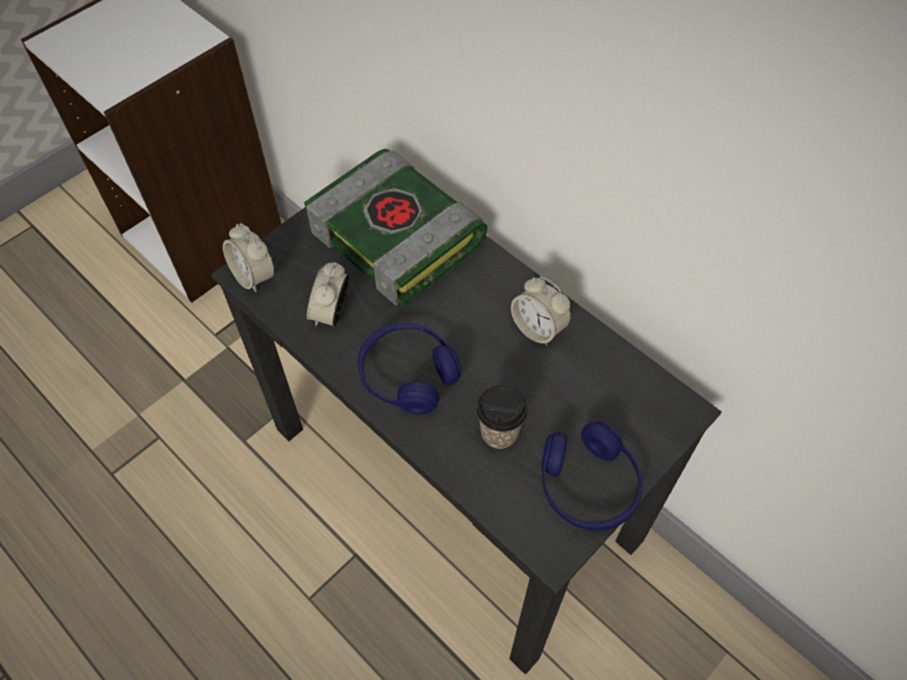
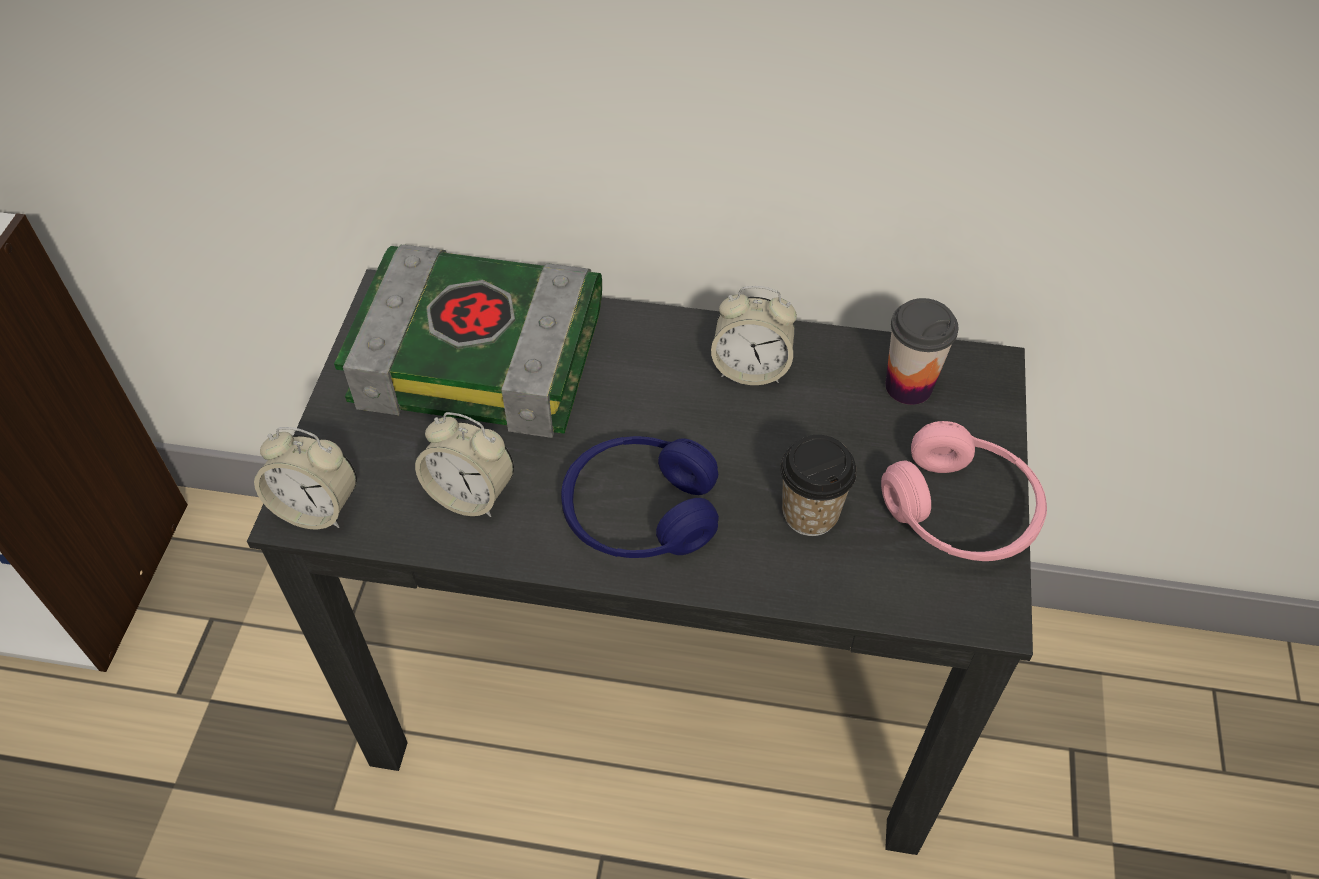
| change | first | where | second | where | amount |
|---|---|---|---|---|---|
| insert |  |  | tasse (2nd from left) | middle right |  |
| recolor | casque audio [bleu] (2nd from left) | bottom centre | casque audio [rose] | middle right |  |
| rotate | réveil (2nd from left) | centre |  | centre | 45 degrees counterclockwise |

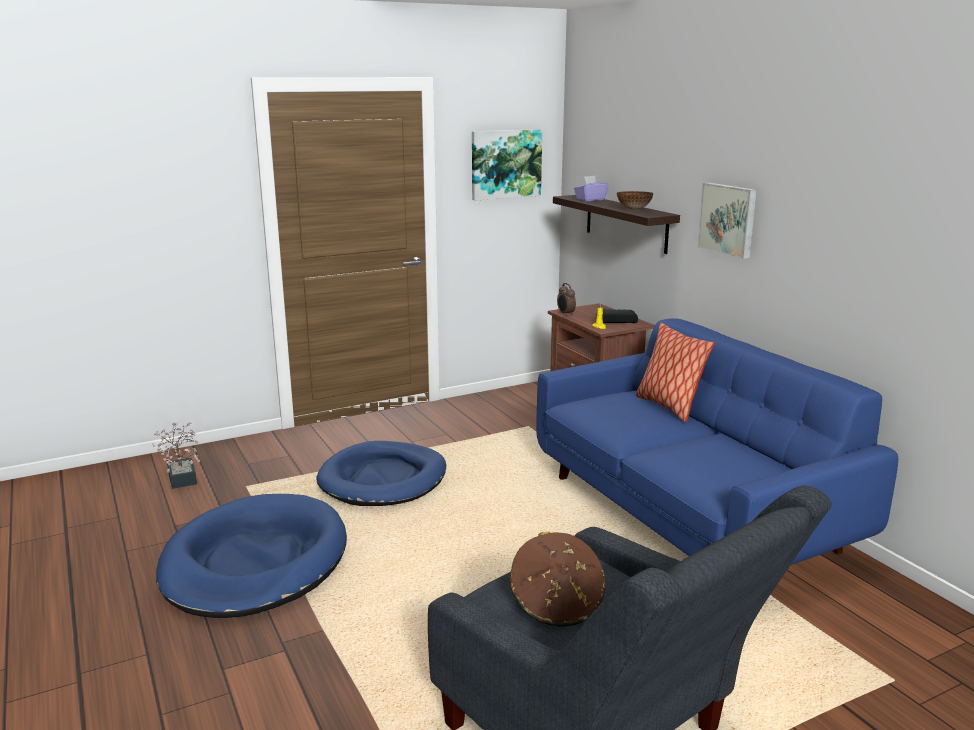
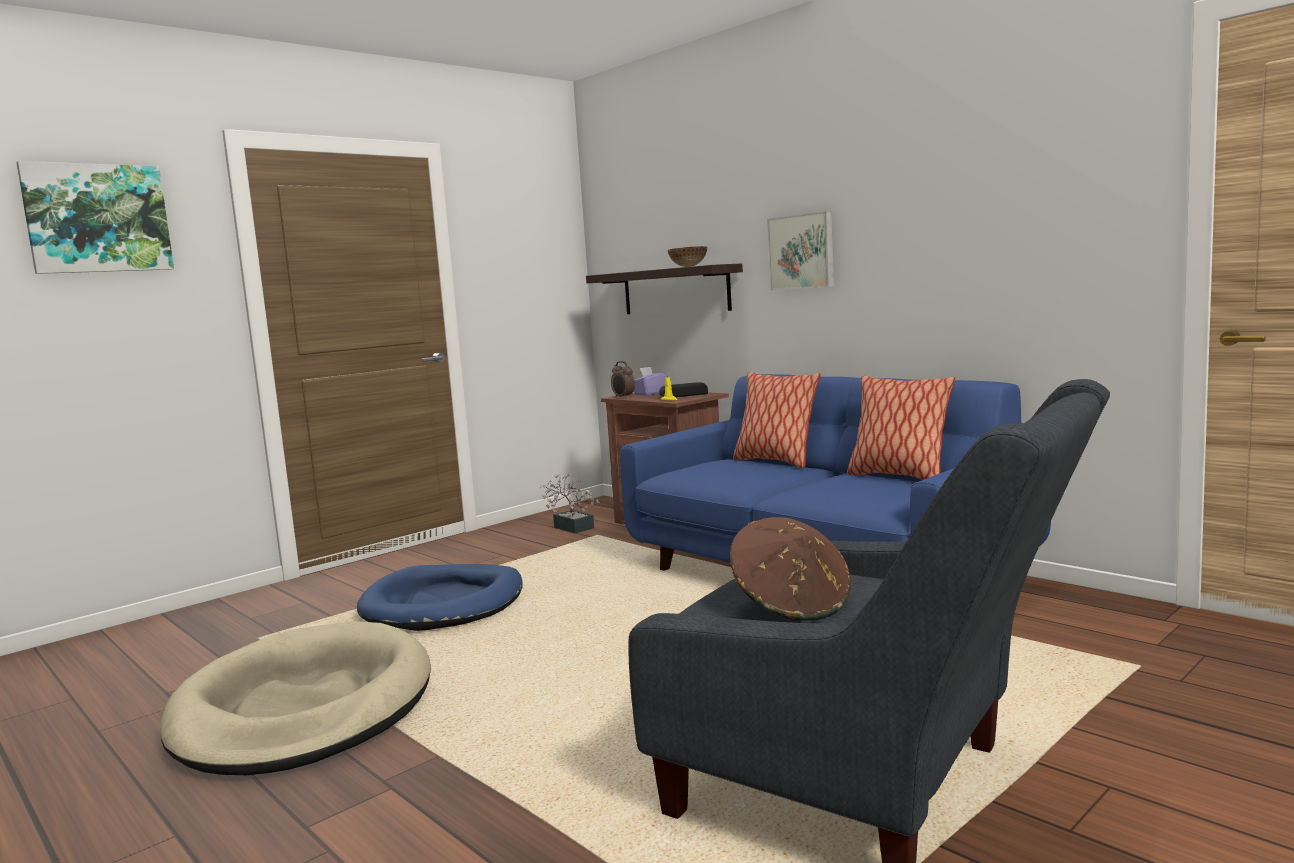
| change | first | where | second | where | amount |
|---|---|---|---|---|---|
| insert |  |  | coussin (2nd from left) | middle right |  |
| move | plante en pot | middle left |  | centre |  |
| move | tableau (1st from left) | top centre |  | top left |  |
| move | boîte à mouchoirs [violet] | top centre |  | centre |  |
| recolor | panier pour chien [bleu] (1st from left) | bottom left | panier pour chien [beige] | bottom left |  |

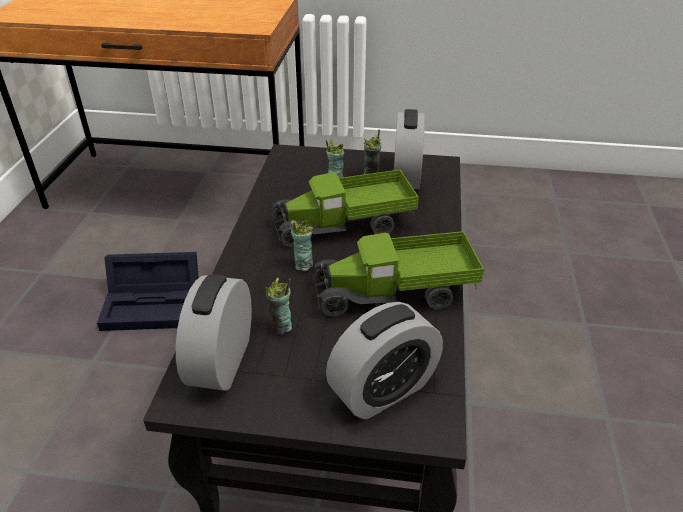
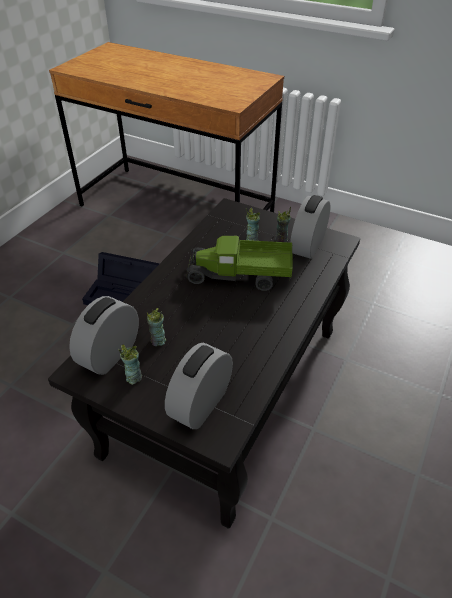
| change | first | where | second | where | amount |
|---|---|---|---|---|---|
| delete | camion jouet (2nd from left) | centre |  |  |  |
| move | tasse (2nd from left in the first image) | centre | tasse (1st from left) | middle left |  |
| rotate | réveil (2nd from left) | bottom centre |  | centre | 135 degrees clockwise |

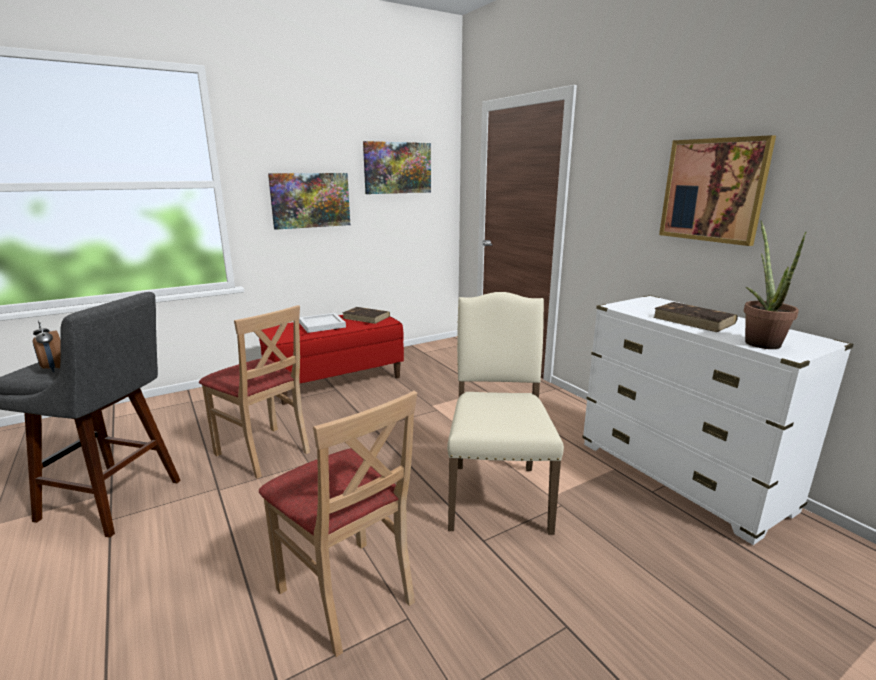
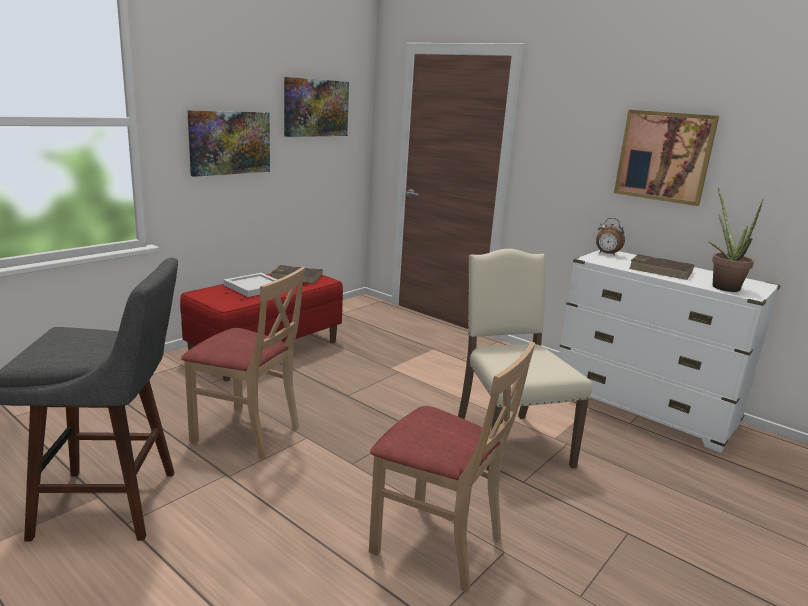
| change | first | where | second | where | amount |
|---|---|---|---|---|---|
| move | réveil | middle left |  | middle right |  |

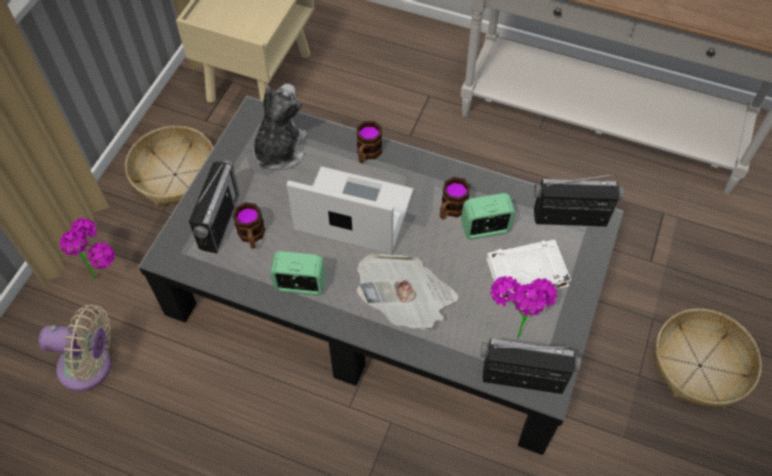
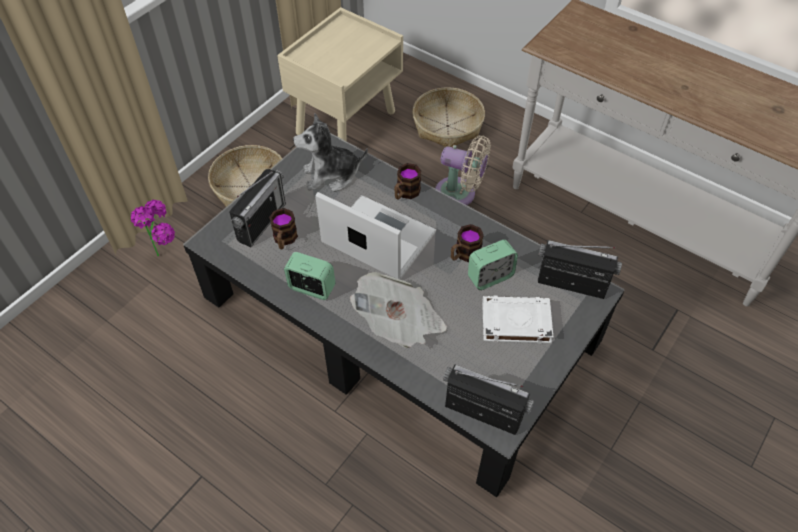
| change | first | where | second | where | amount |
|---|---|---|---|---|---|
| delete | plante en pot (2nd from left) | middle right |  |  |  |
| move | ventilateur [beige] | bottom left |  | top centre |  |
| move | panier (2nd from left) | bottom right |  | top centre |  |
| rotate | peluche | top centre |  | top centre | 135 degrees counterclockwise |
| rotate | réveil (2nd from left) | centre |  | centre | 150 degrees clockwise |

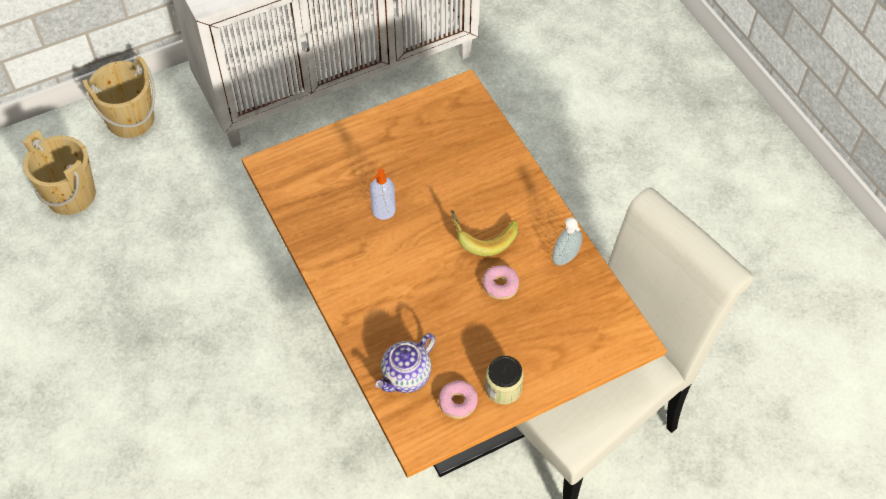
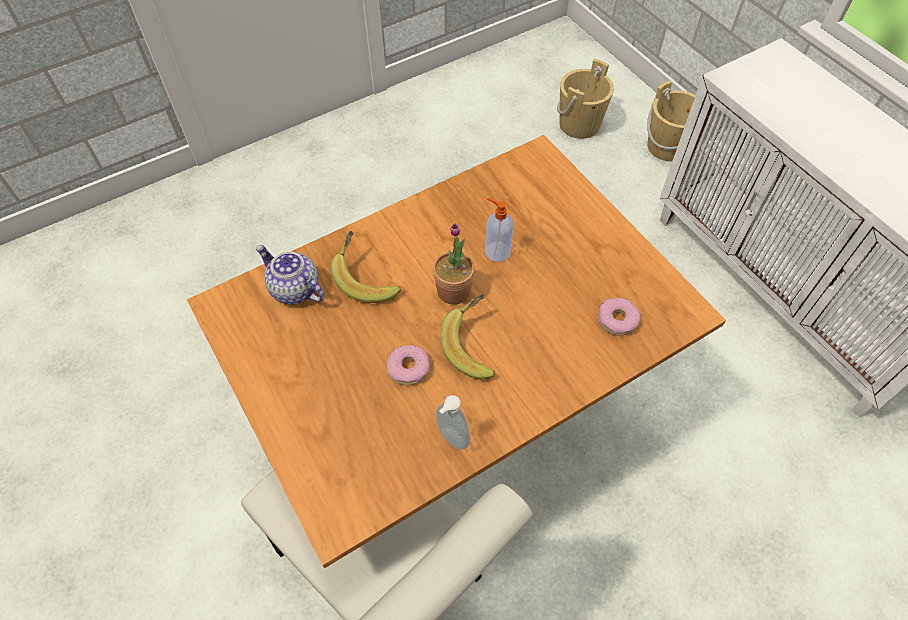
| change | first | where | second | where | amount |
|---|---|---|---|---|---|
| delete | bocal | bottom centre |  |  |  |
| insert |  |  | banane (1st from left) | centre |  |
| insert |  |  | plante en pot | centre |  |
| move | beignet (1st from left in the first image) | bottom centre | beignet (2nd from left) | middle right |  |

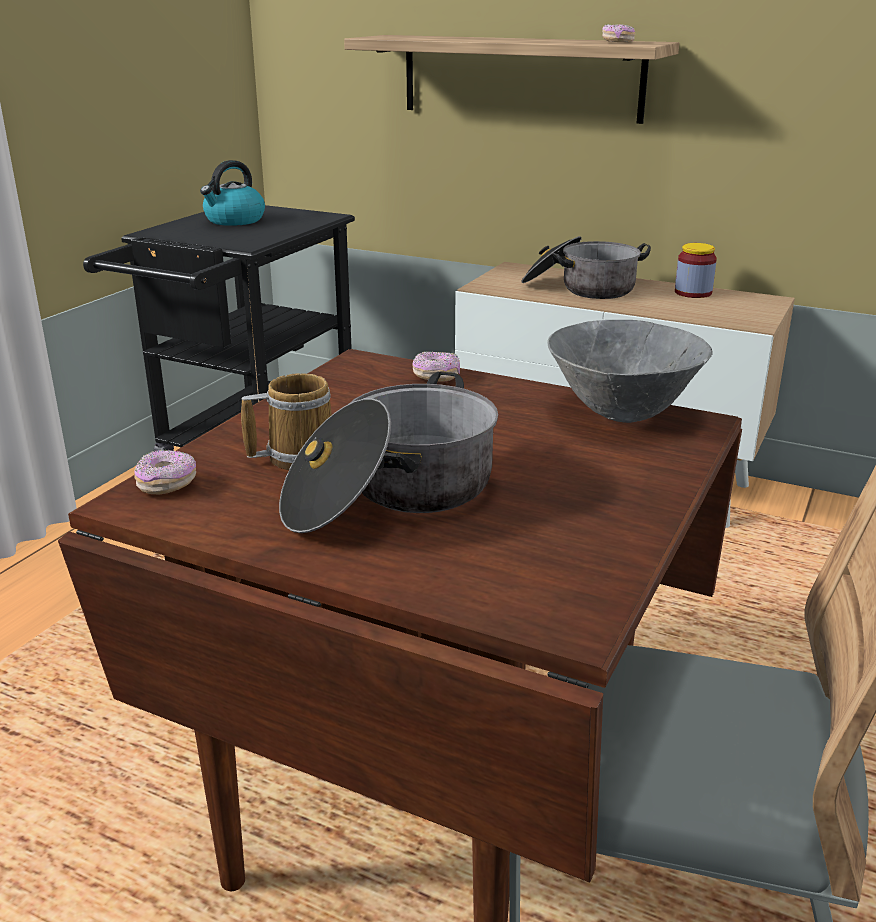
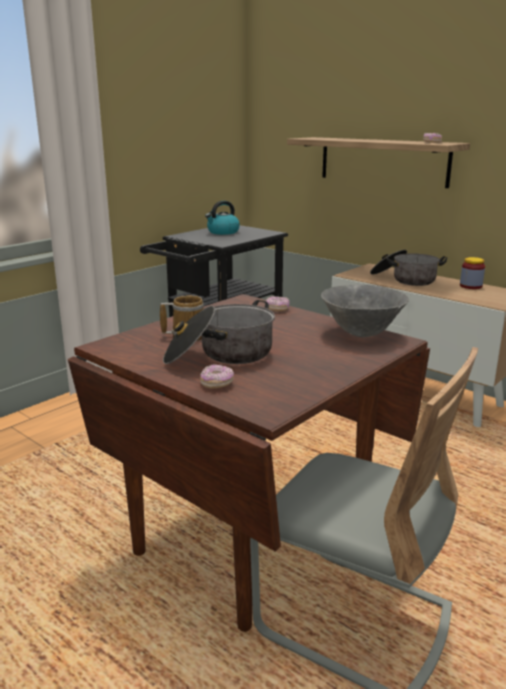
| change | first | where | second | where | amount |
|---|---|---|---|---|---|
| move | beignet (1st from left) | middle left |  | centre |  |

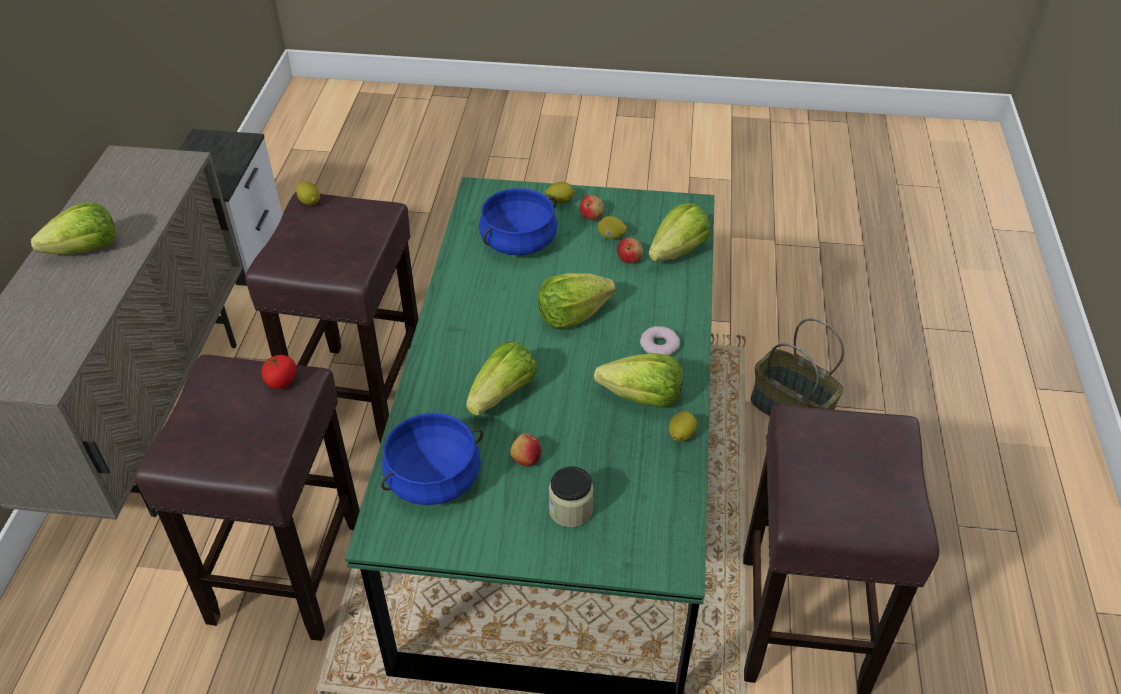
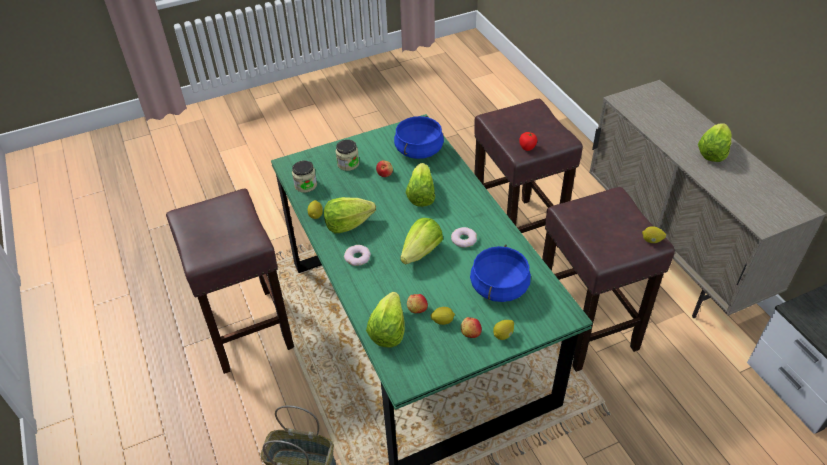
| change | first | where | second | where | amount |
|---|---|---|---|---|---|
| insert |  |  | bocal (1st from left) | centre |  |
| insert |  |  | beignet (2nd from left) | centre |  |

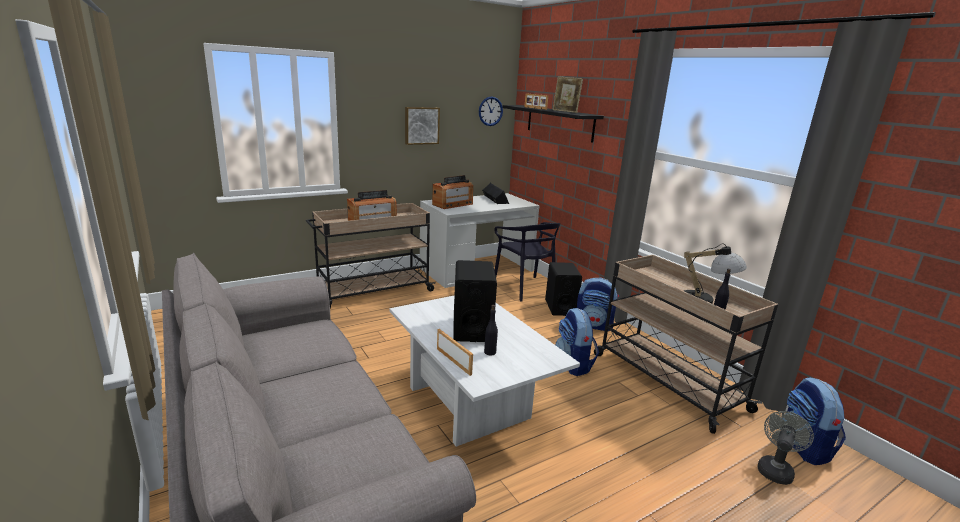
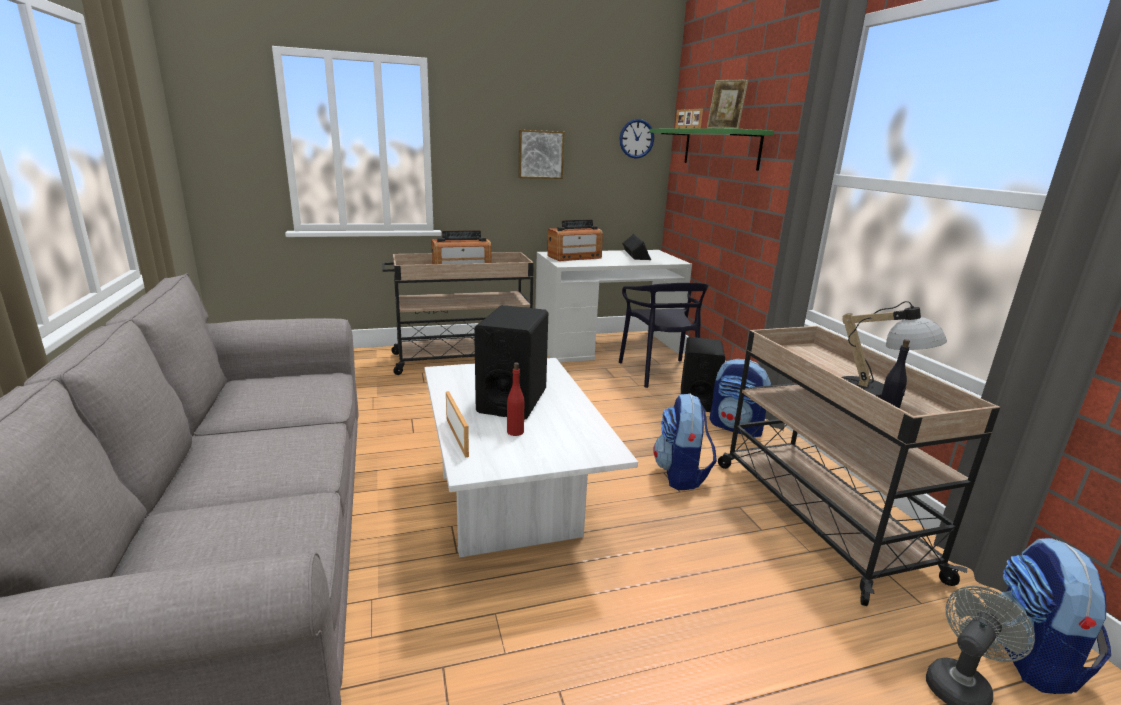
| change | first | where | second | where | amount |
|---|---|---|---|---|---|
| recolor | bouteille [noir] (1st from left) | centre | bouteille [rouge] | centre |  |
| recolor | étagère [noir] | top centre | étagère [vert] | top centre |  |

